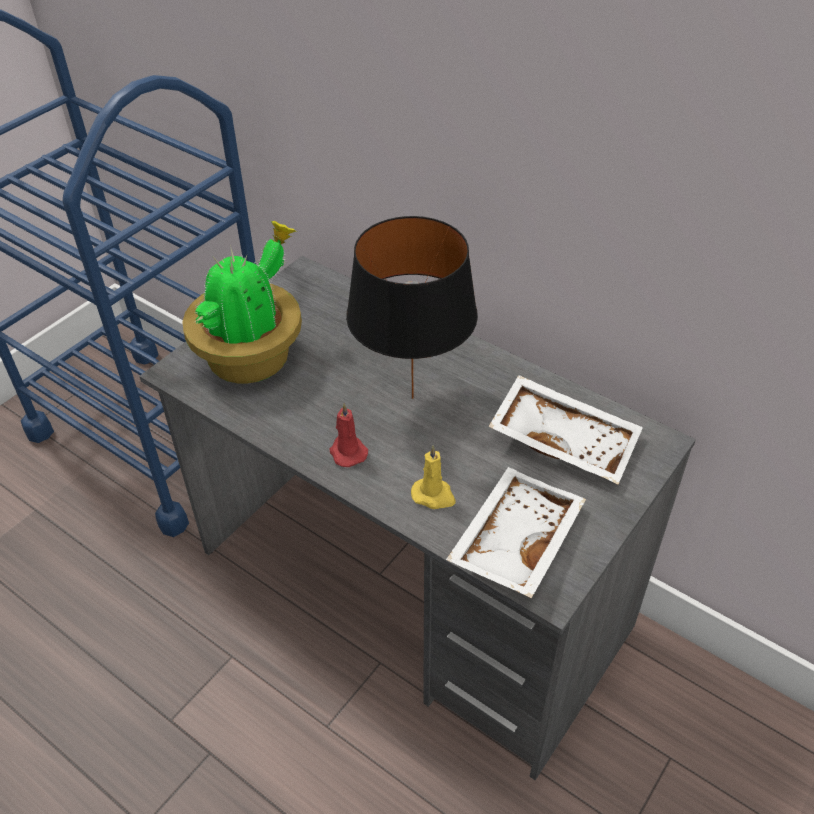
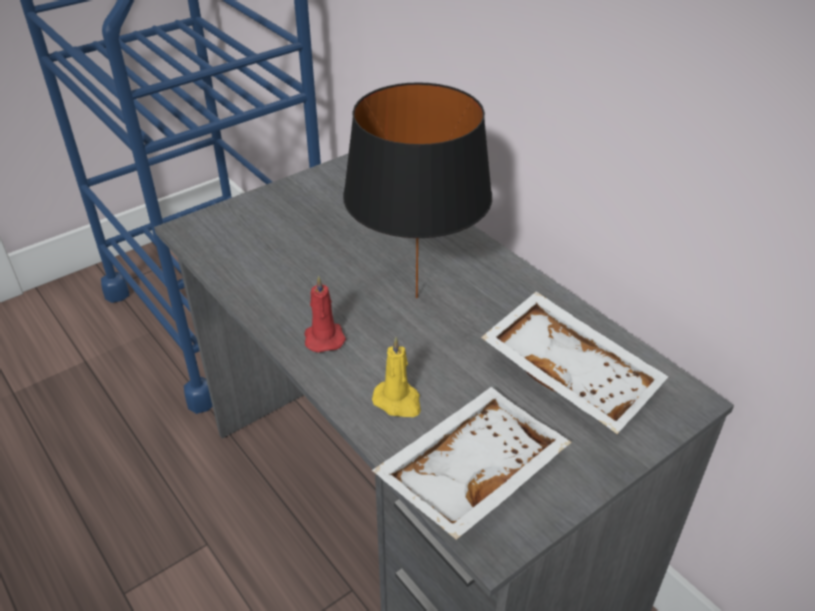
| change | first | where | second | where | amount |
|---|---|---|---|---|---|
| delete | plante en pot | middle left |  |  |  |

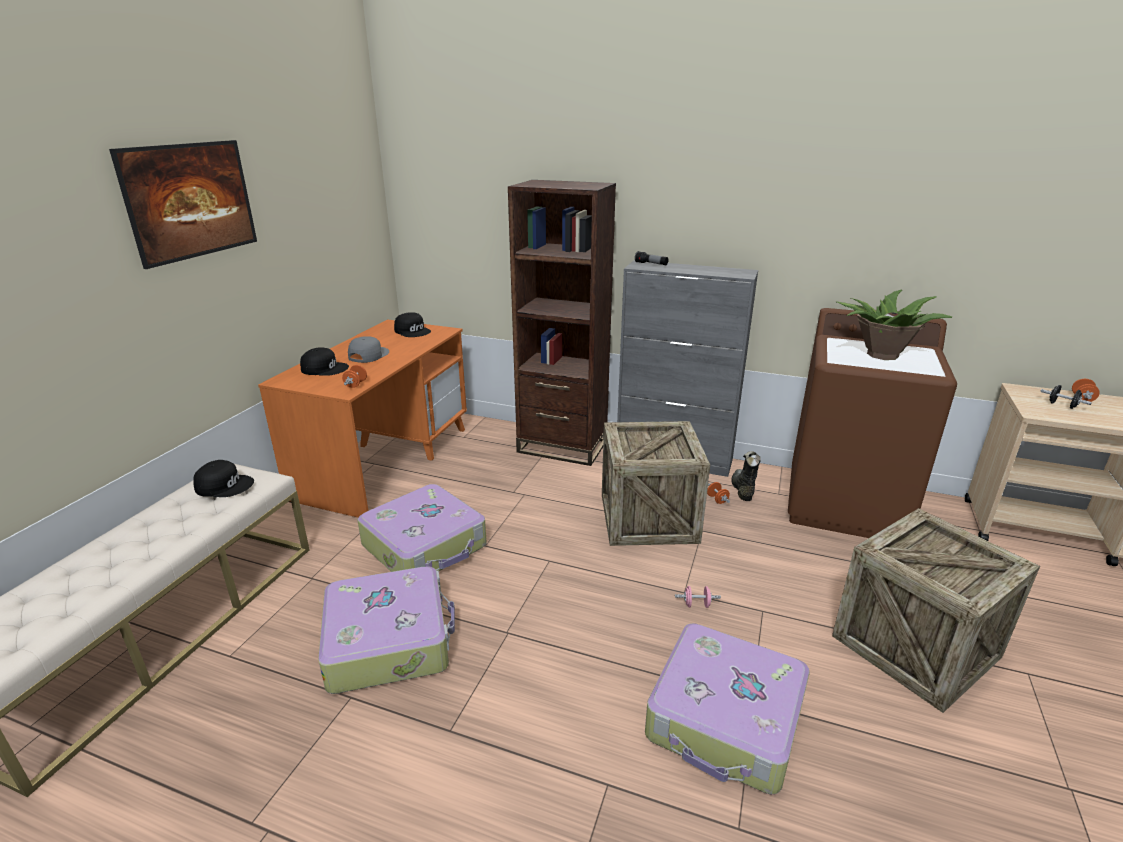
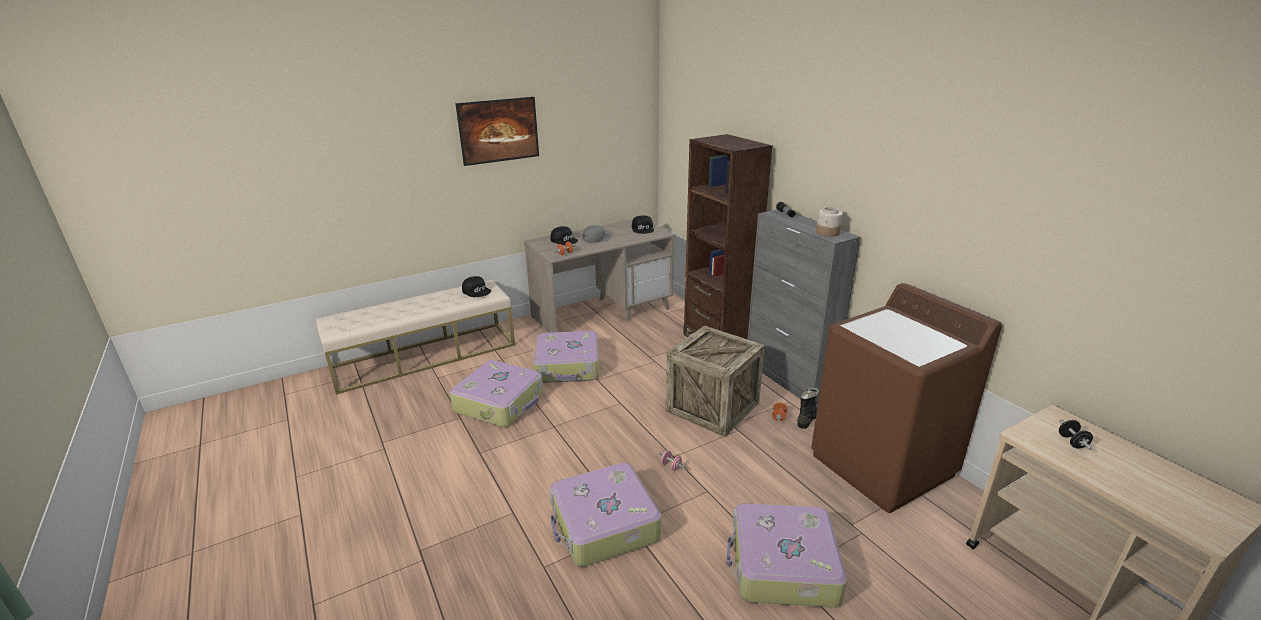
| change | first | where | second | where | amount |
|---|---|---|---|---|---|
| delete | plante en pot | middle right |  |  |  |
| delete | haltère [orange] (3rd from left) | middle right |  |  |  |
| insert |  |  | bocal | centre |  |
| replace | caisse (2nd from left) | bottom right | valise (4th from left) | bottom centre |  |
| recolor | bureau [orange] | middle left | bureau [beige] | centre |  |

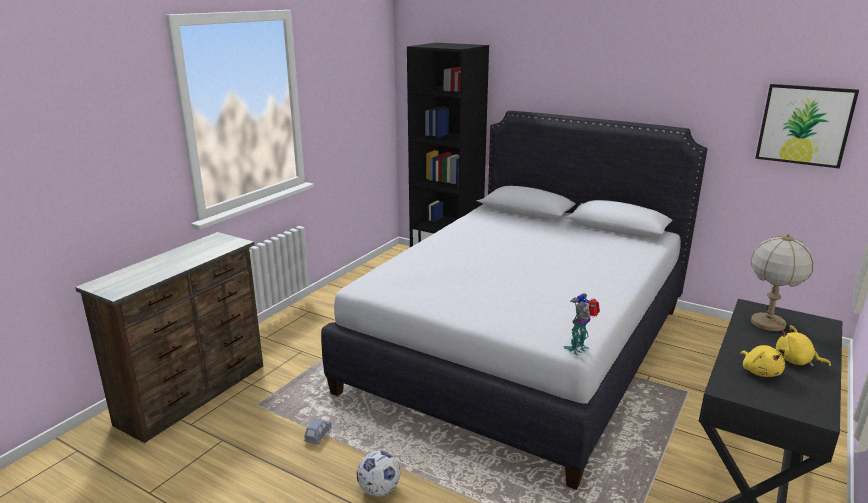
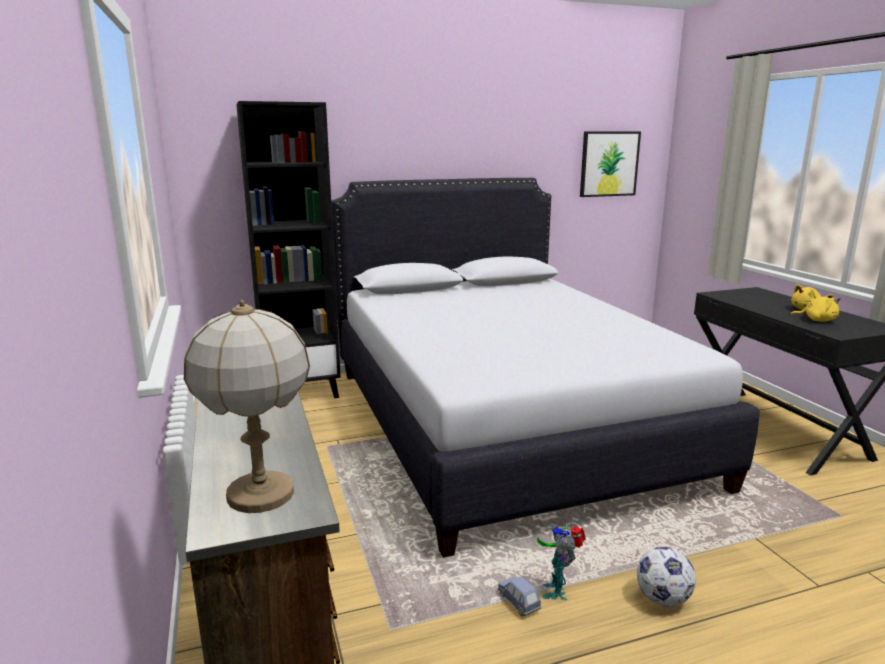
| change | first | where | second | where | amount |
|---|---|---|---|---|---|
| move | robot jouet | middle right |  | bottom centre |  |
| move | lampe de table | middle right |  | middle left |  |

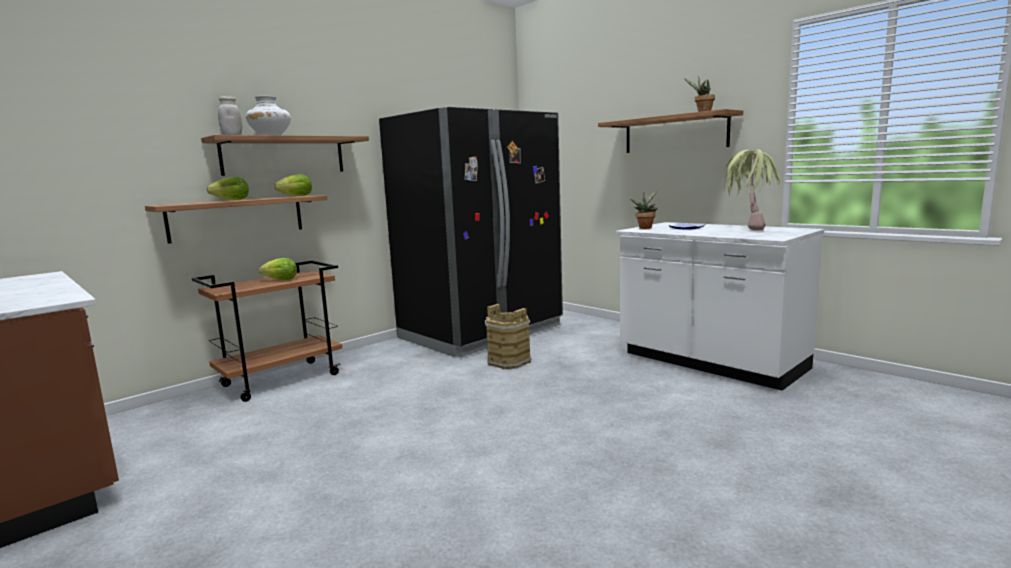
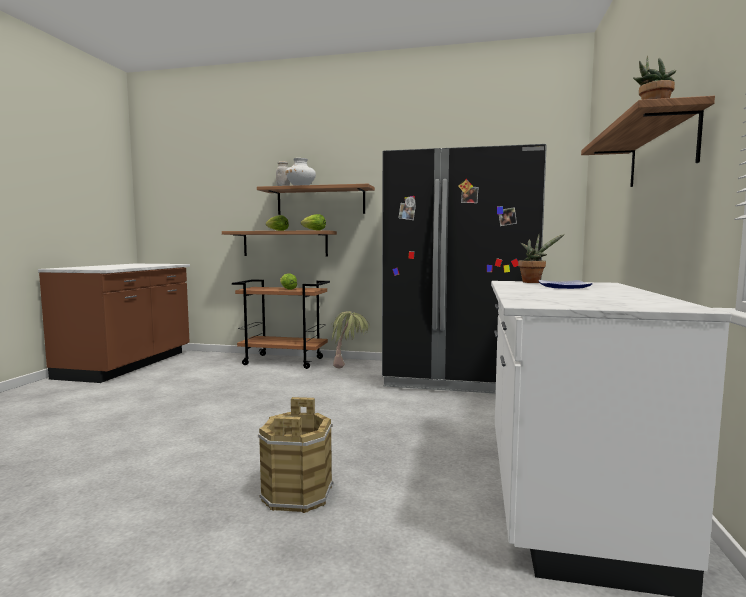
| change | first | where | second | where | amount |
|---|---|---|---|---|---|
| move | seau [marron] | centre |  | bottom centre |  |
| move | plante en pot (3rd from left in the first image) | top right | plante en pot (1st from left) | centre |  |

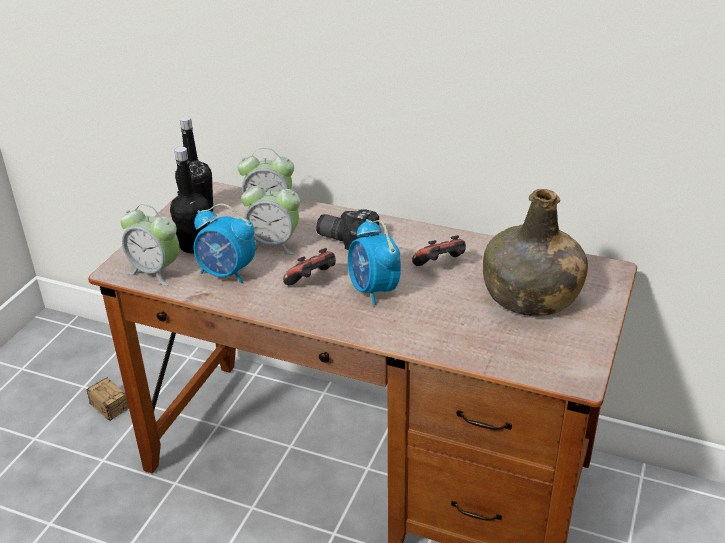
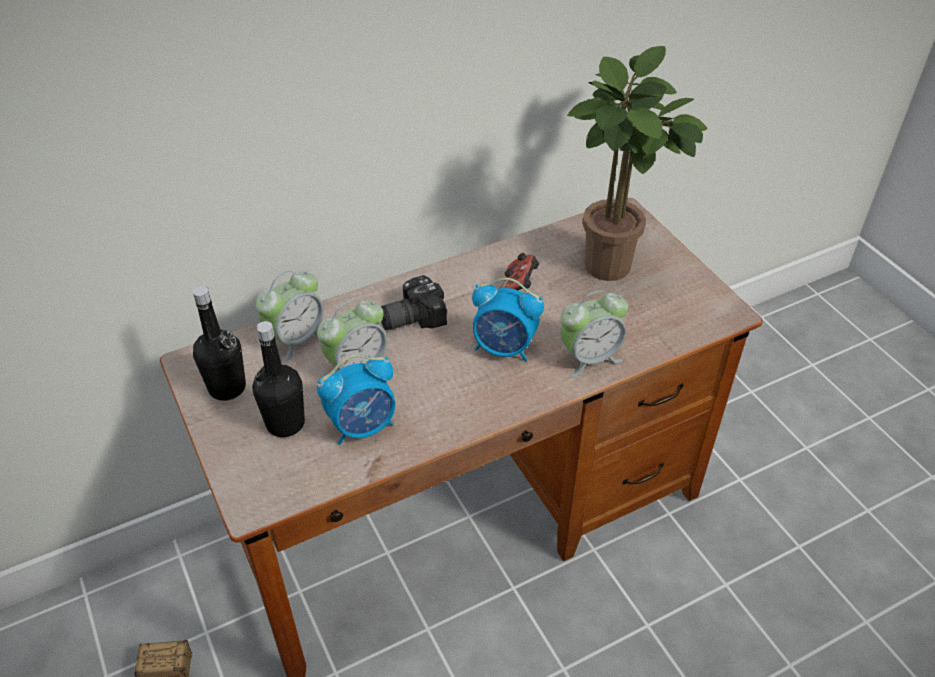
| change | first | where | second | where | amount |
|---|---|---|---|---|---|
| delete | manette (1st from left) | centre |  |  |  |
| move | réveil (1st from left in the first image) | middle left | réveil (5th from left) | centre |  |
| replace | bouteille [vert] | middle right | plante en pot | top right |  |

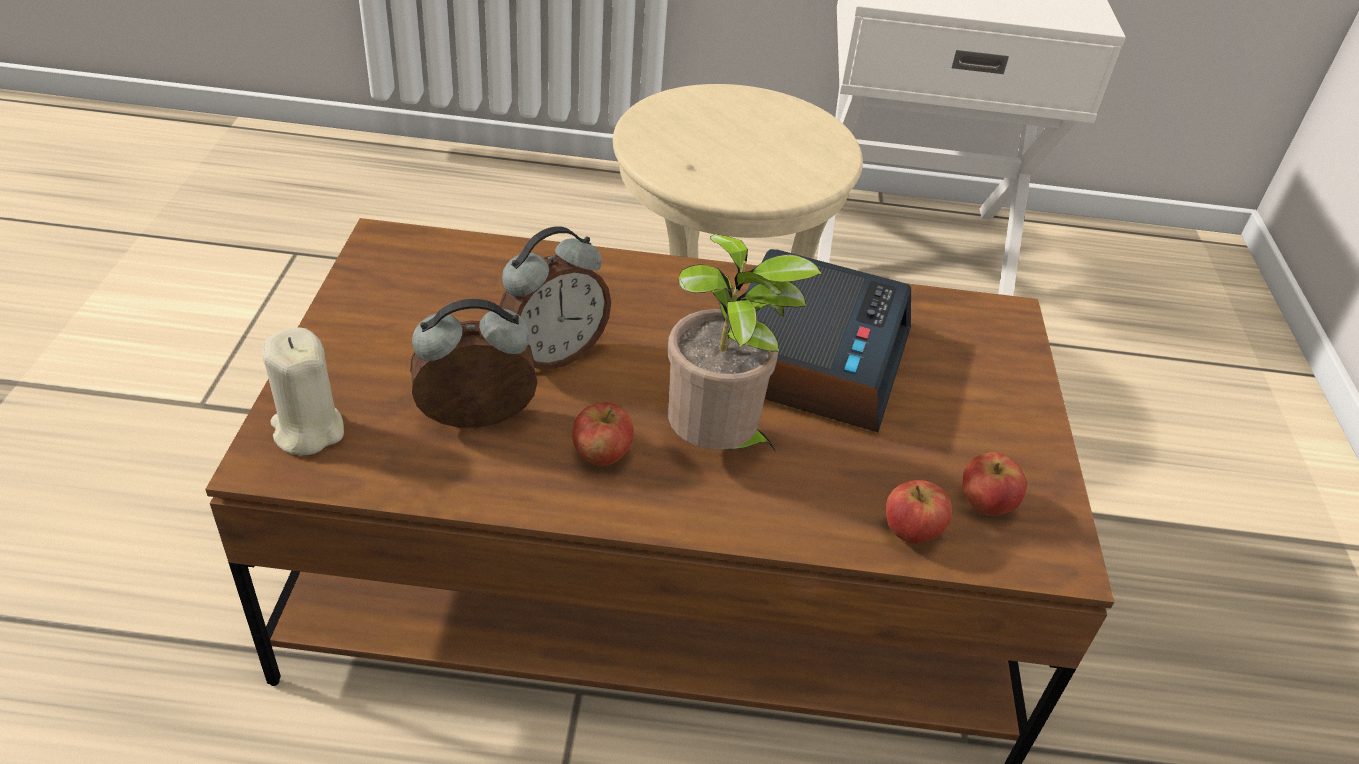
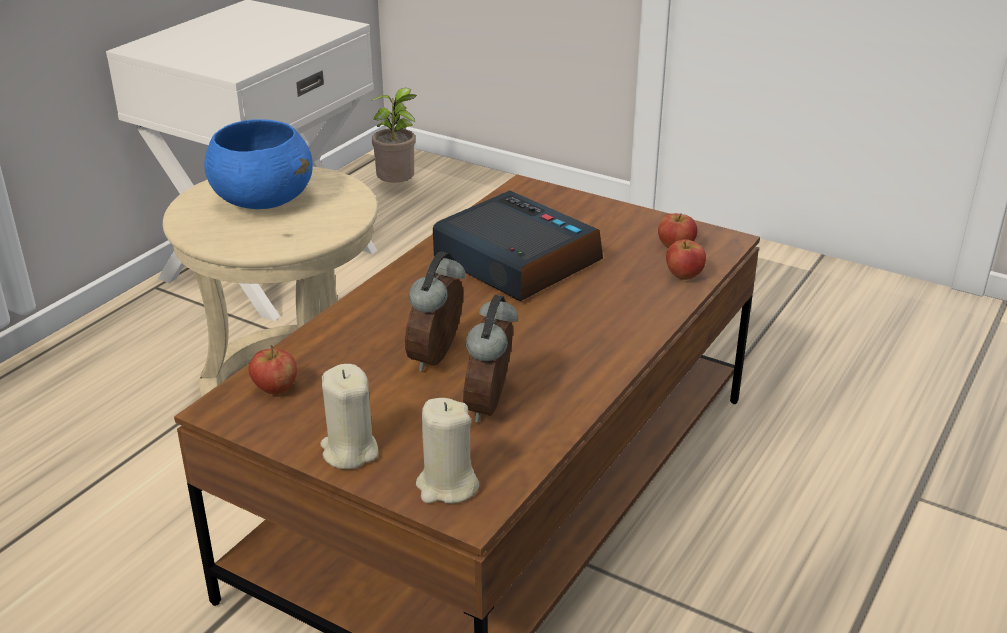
| change | first | where | second | where | amount |
|---|---|---|---|---|---|
| insert |  |  | bol [bleu] | top left |  |
| insert |  |  | bougie [beige] (1st from left) | centre |  |
| move | pomme (1st from left) | centre |  | middle left |  |
| move | plante en pot | centre |  | top centre |  |
| rotate | réveil (2nd from left in the first image) | centre | réveil (1st from left) | centre | 150 degrees counterclockwise |

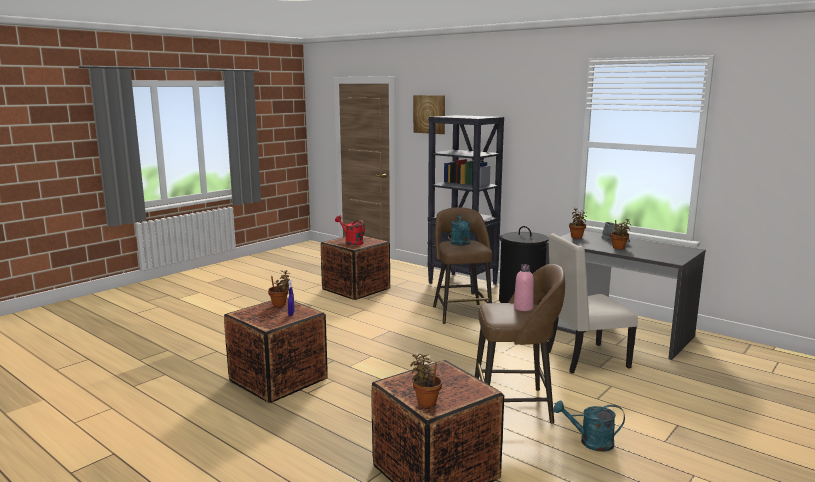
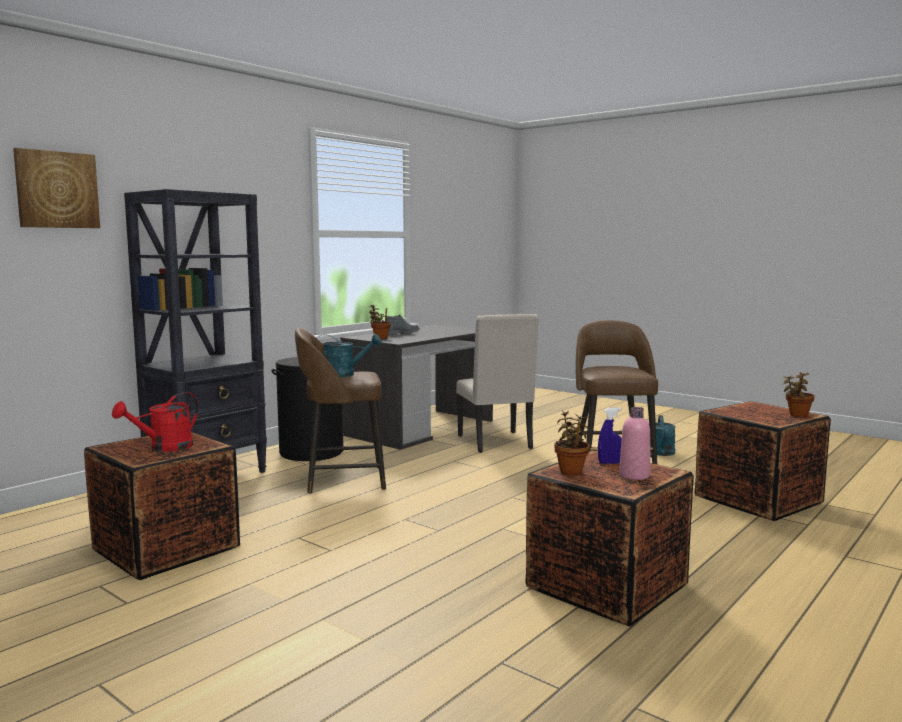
| change | first | where | second | where | amount |
|---|---|---|---|---|---|
| delete | plante en pot (4th from left) | middle right |  |  |  |
| move | bouteille [rose] | centre |  | middle right |  |

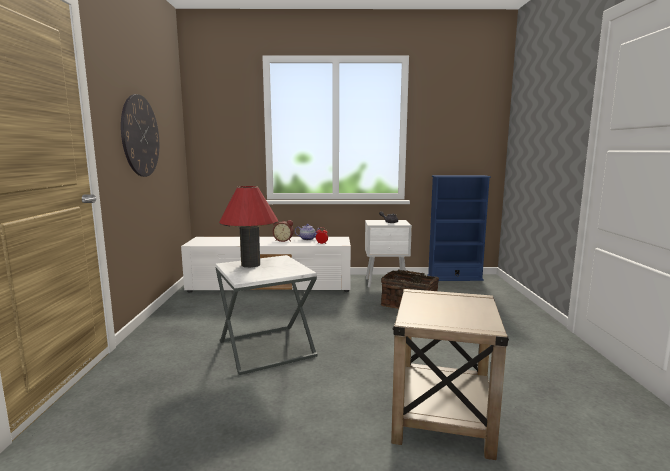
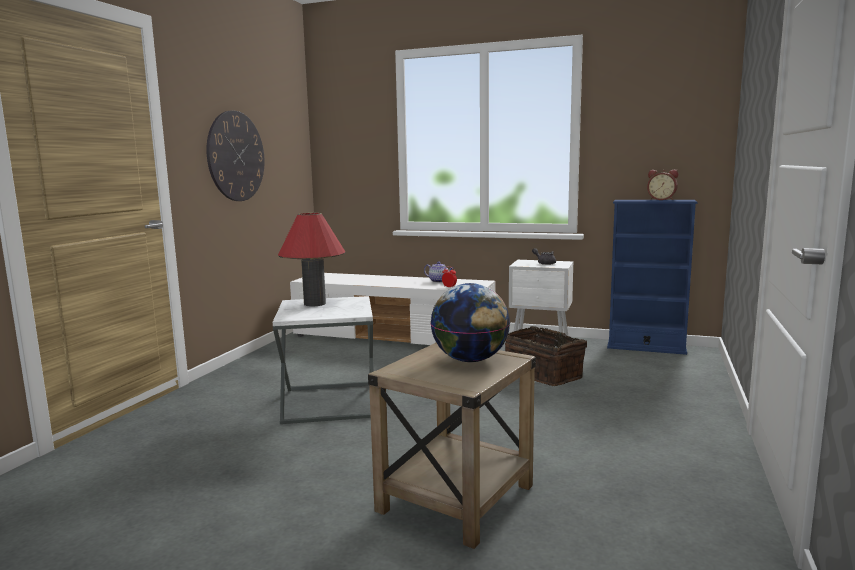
| change | first | where | second | where | amount |
|---|---|---|---|---|---|
| insert |  |  | globe | centre |  |
| move | réveil (1st from left in the first image) | centre | réveil (2nd from left) | top right |  |

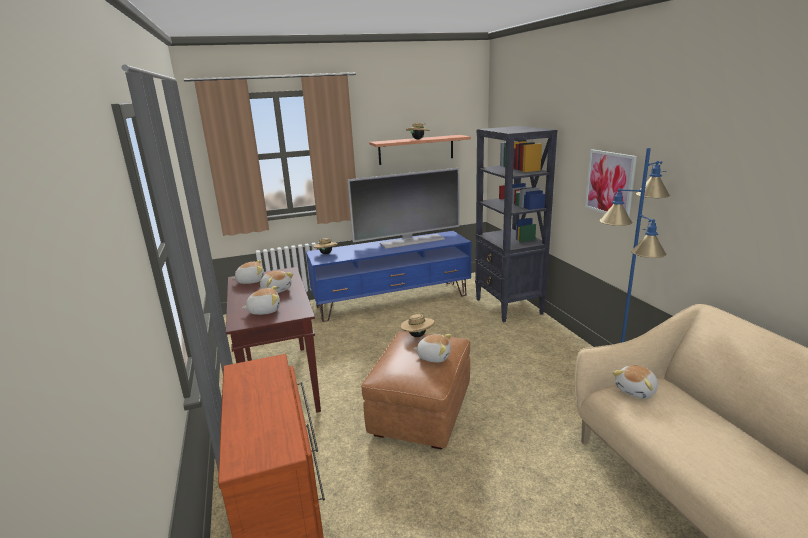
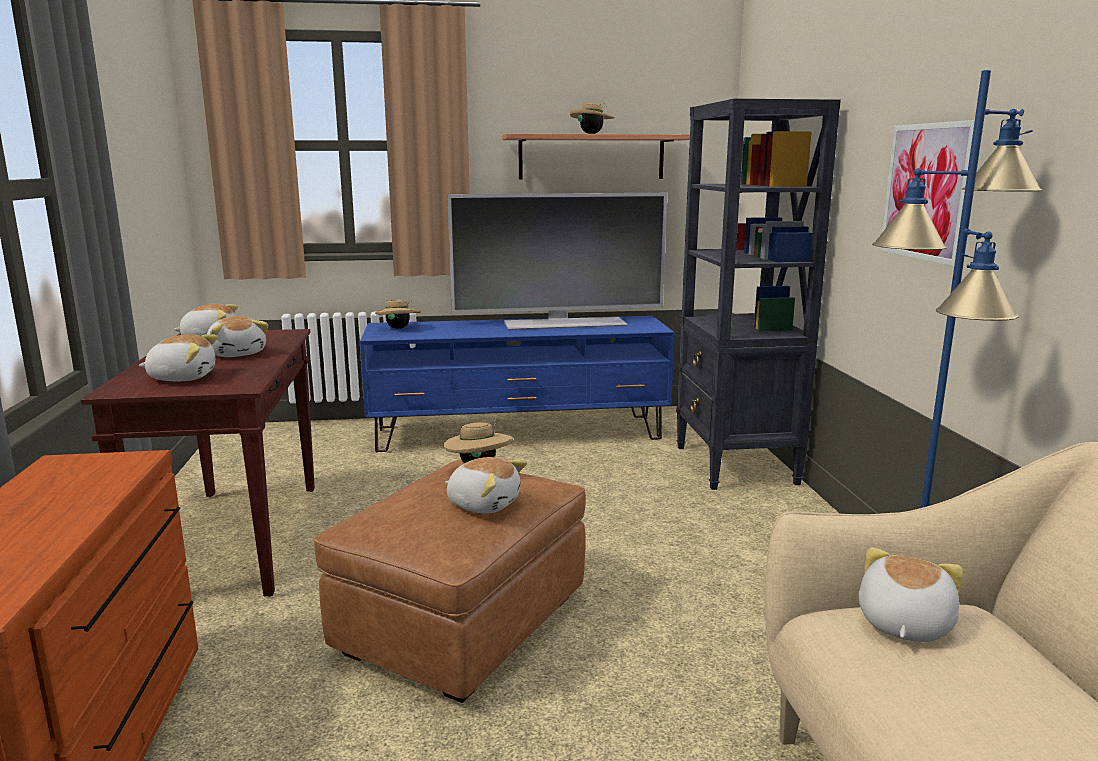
| change | first | where | second | where | amount |
|---|---|---|---|---|---|
| rotate | peluche (5th from left) | bottom right |  | bottom right | 150 degrees clockwise |

